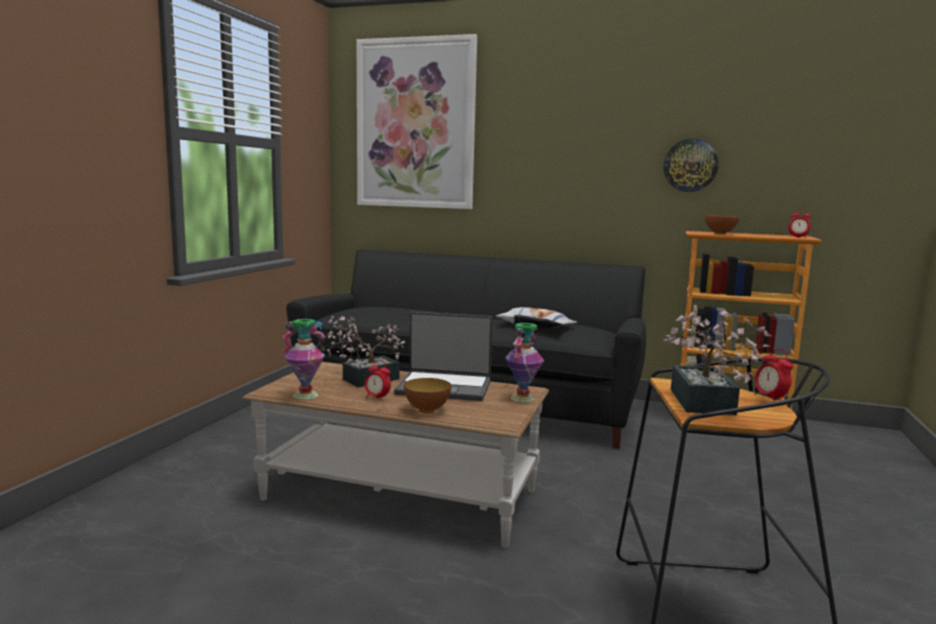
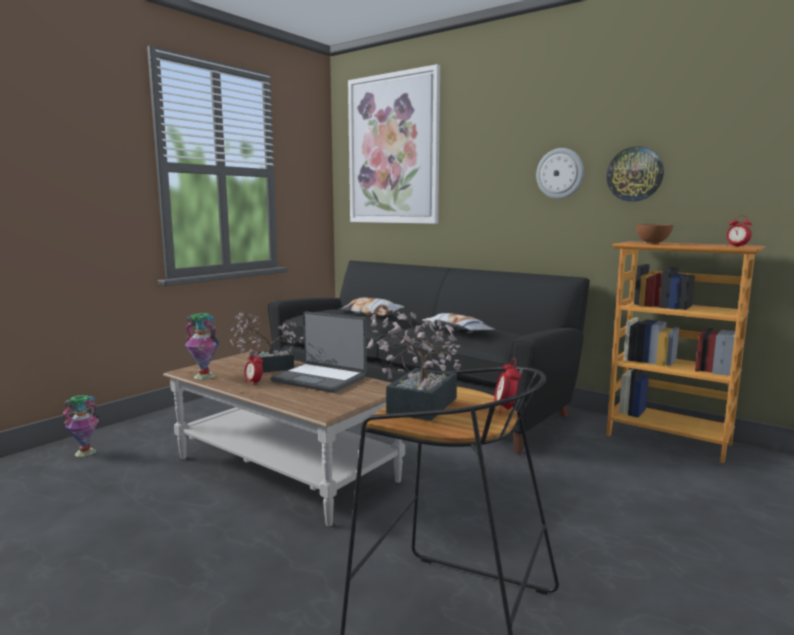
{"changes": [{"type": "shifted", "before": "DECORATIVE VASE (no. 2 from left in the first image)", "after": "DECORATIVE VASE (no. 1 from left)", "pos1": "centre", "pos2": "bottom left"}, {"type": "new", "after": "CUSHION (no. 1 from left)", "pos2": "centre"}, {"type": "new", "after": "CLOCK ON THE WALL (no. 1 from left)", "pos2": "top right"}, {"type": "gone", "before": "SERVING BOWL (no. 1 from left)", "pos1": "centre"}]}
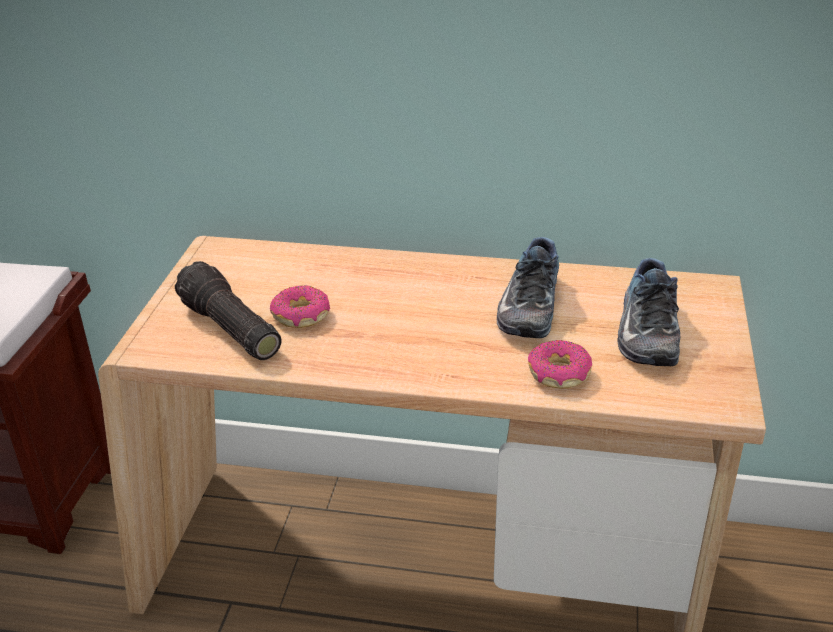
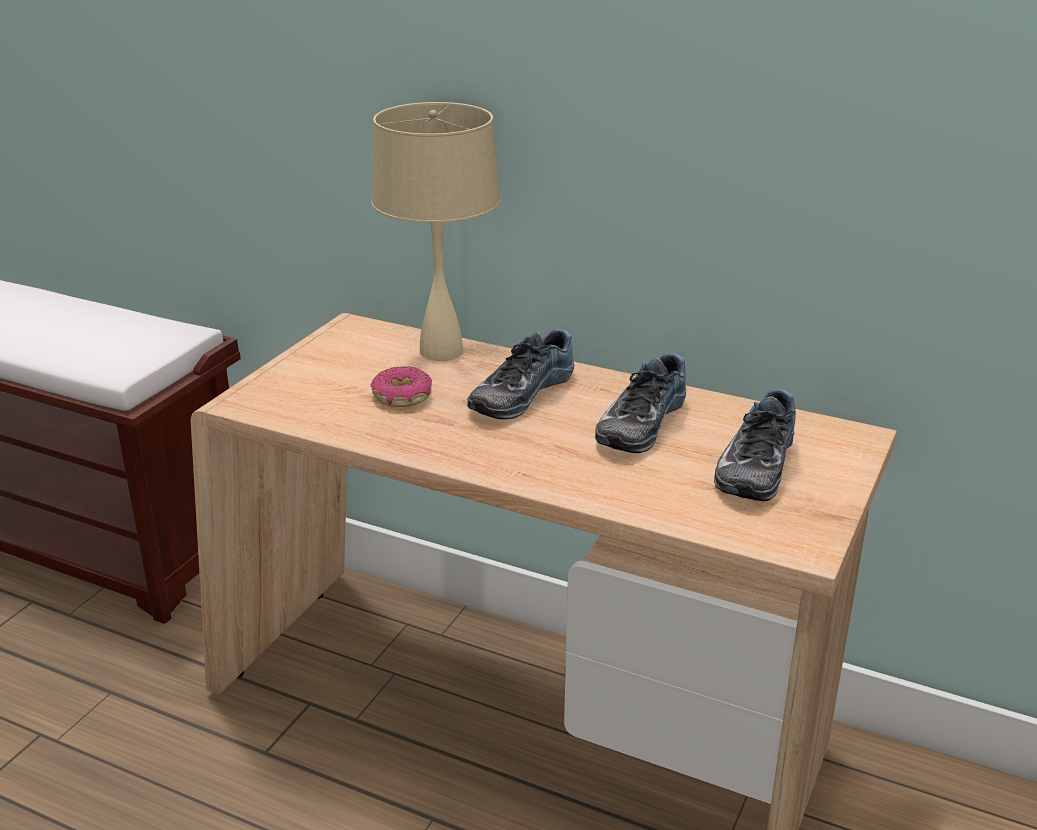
{"changes": [{"type": "new", "after": "SAND-COLOURED LAMP FOR A TABLE", "pos2": "top centre"}, {"type": "new", "after": "SHOE (no. 1 from left)", "pos2": "centre"}, {"type": "gone", "before": "FLASHLIGHT", "pos1": "middle left"}, {"type": "gone", "before": "DONUT (no. 2 from left)", "pos1": "middle right"}]}
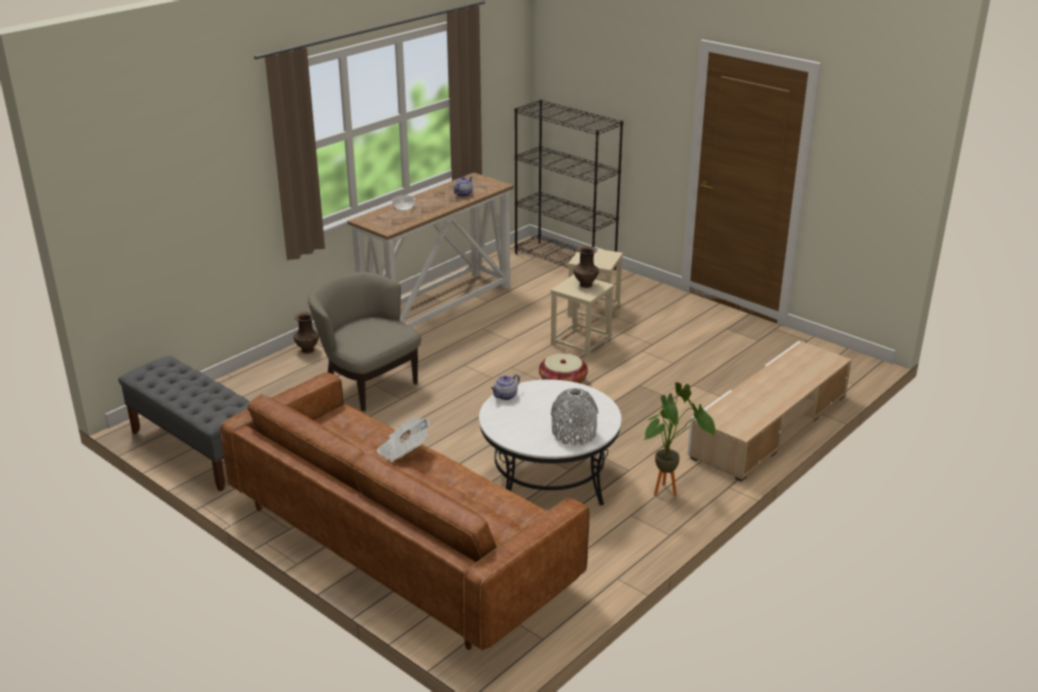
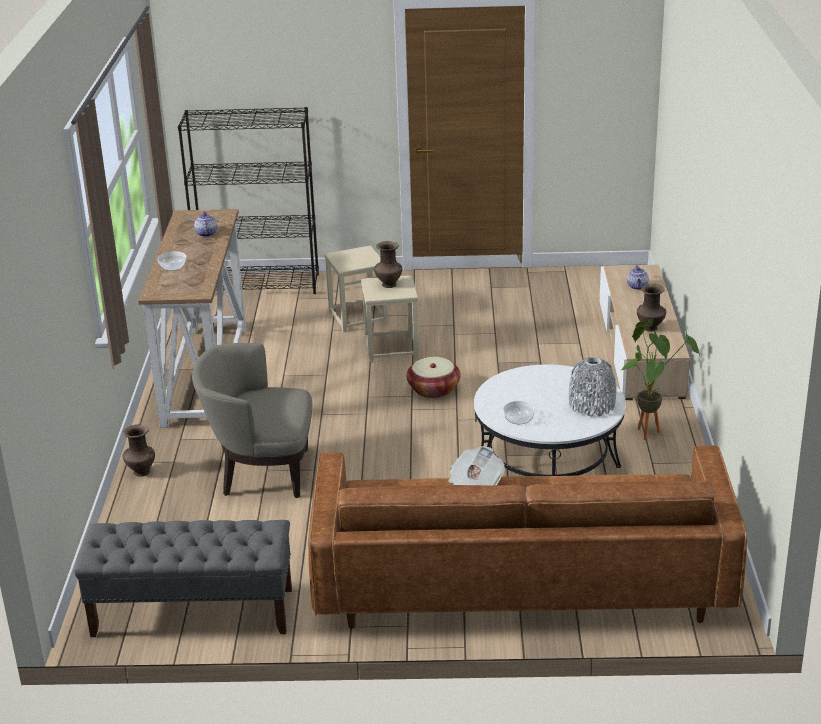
{"changes": [{"type": "new", "after": "SERVING BOWL (no. 2 from left)", "pos2": "centre"}, {"type": "shifted", "before": "POT FOR TEA (no. 2 from left)", "pos1": "centre", "pos2": "middle right"}, {"type": "new", "after": "BROWN DECORATIVE VASE (no. 3 from left)", "pos2": "middle right"}]}
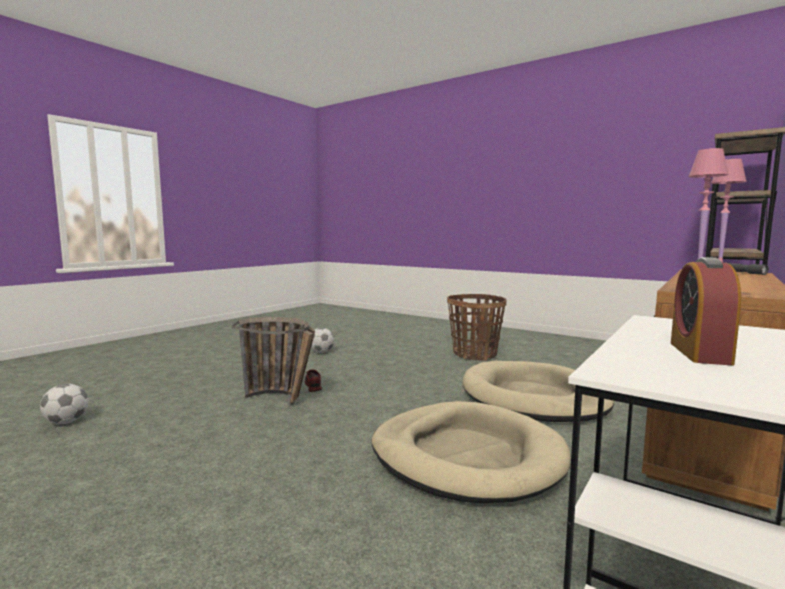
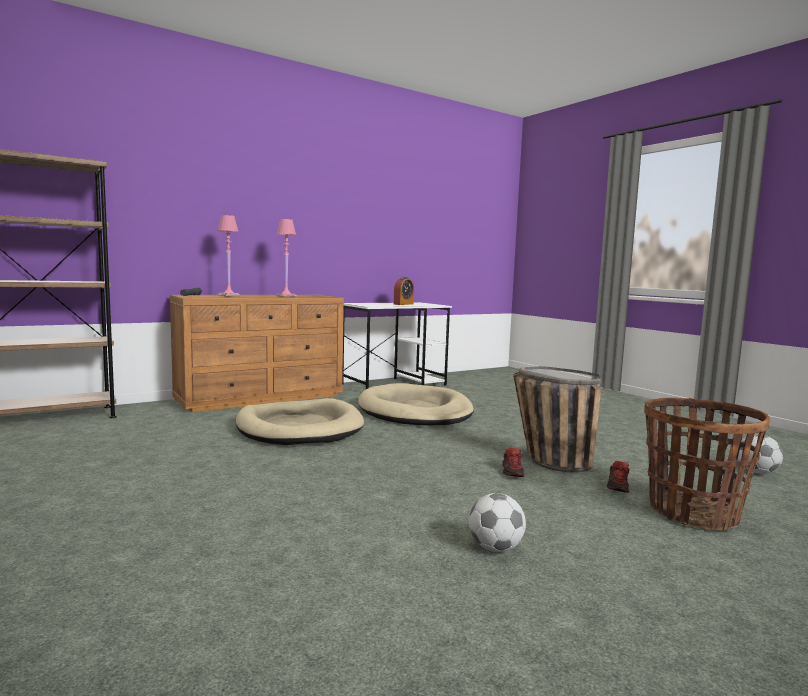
{"changes": [{"type": "new", "after": "SHOE (no. 2 from left)", "pos2": "bottom right"}, {"type": "shifted", "before": "HOUSEHOLD BASKET (no. 2 from left)", "pos1": "centre", "pos2": "bottom right"}]}
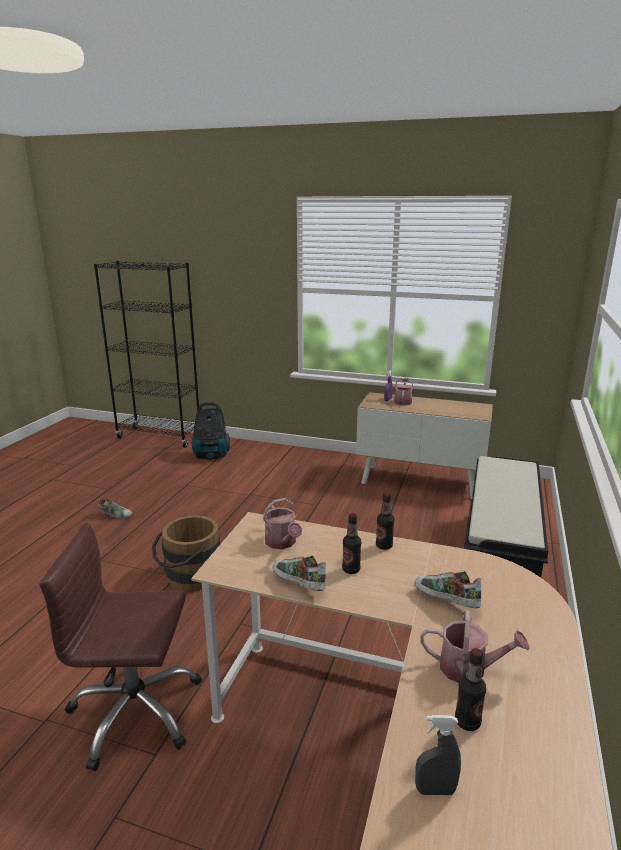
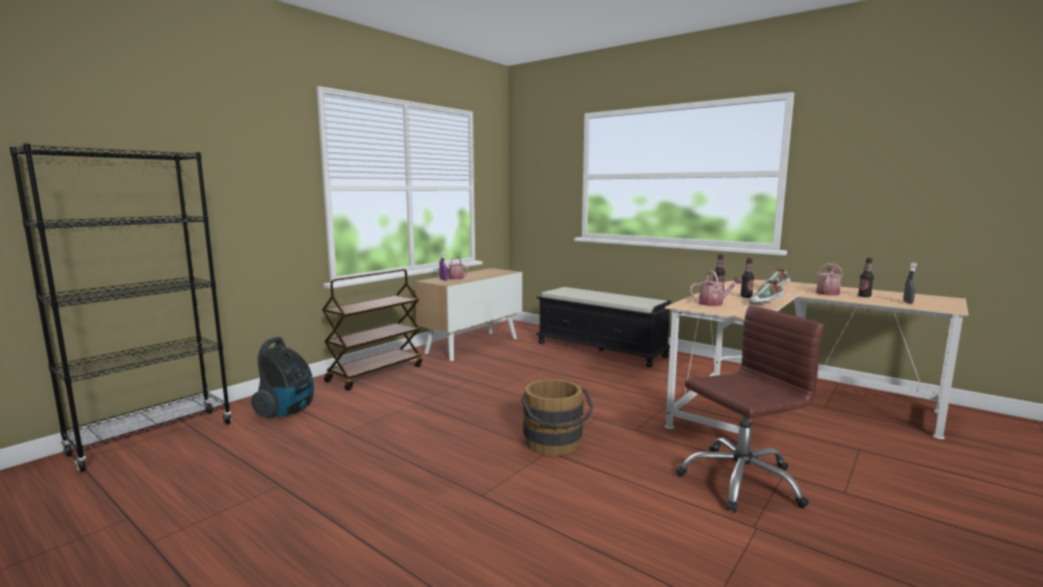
{"changes": [{"type": "new", "after": "BROWN WHEELED CART", "pos2": "centre"}, {"type": "rotated", "before": "BROWN OFFICE CHAIR", "pos1": "bottom left", "pos2": "bottom right", "turn": -135}, {"type": "gone", "before": "SHOE (no. 1 from left)", "pos1": "middle left"}]}
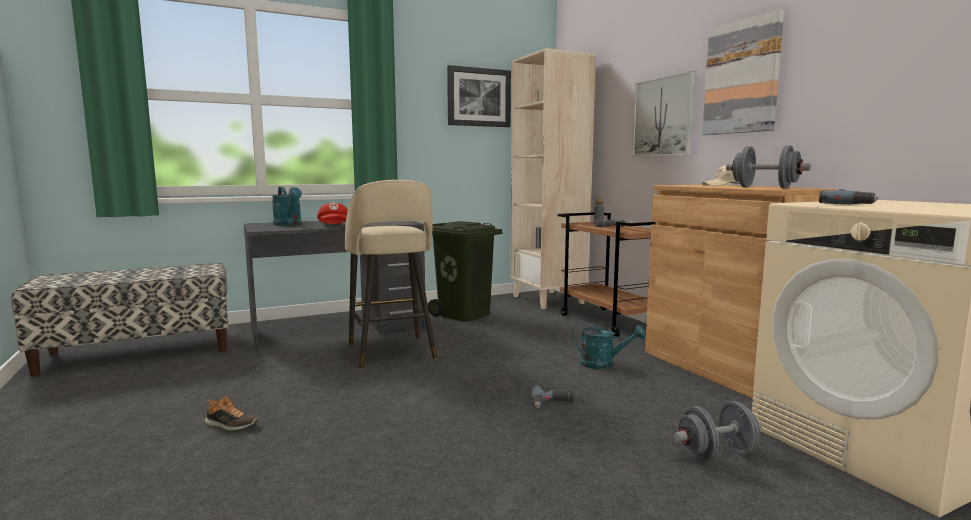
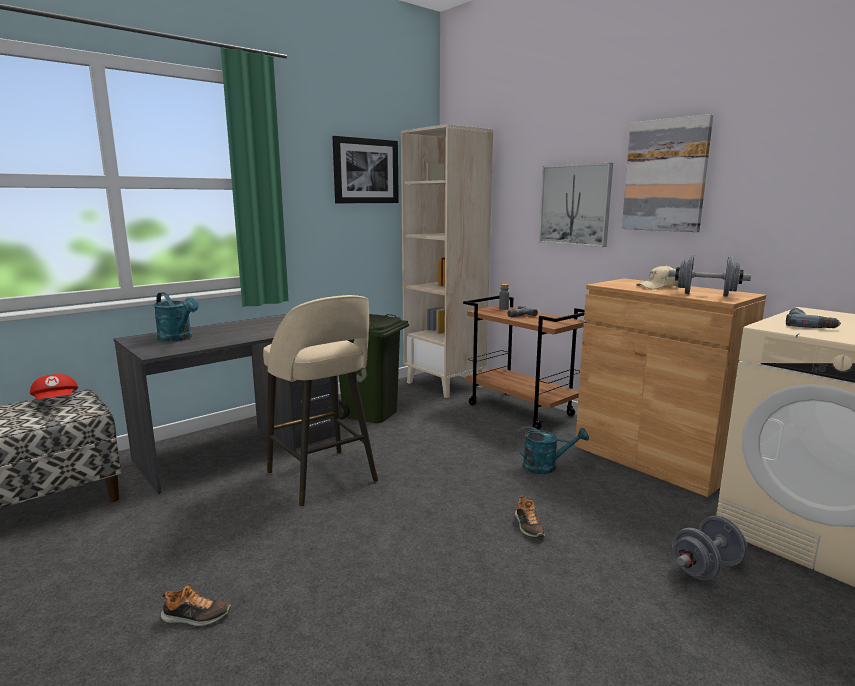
{"changes": [{"type": "shifted", "before": "RED-COLOURED BASEBALL CAP", "pos1": "centre", "pos2": "middle left"}, {"type": "swapped", "before": "POWER DRILL (no. 1 from left)", "after": "SHOE (no. 2 from left)", "pos1": "bottom centre", "pos2": "bottom centre"}]}
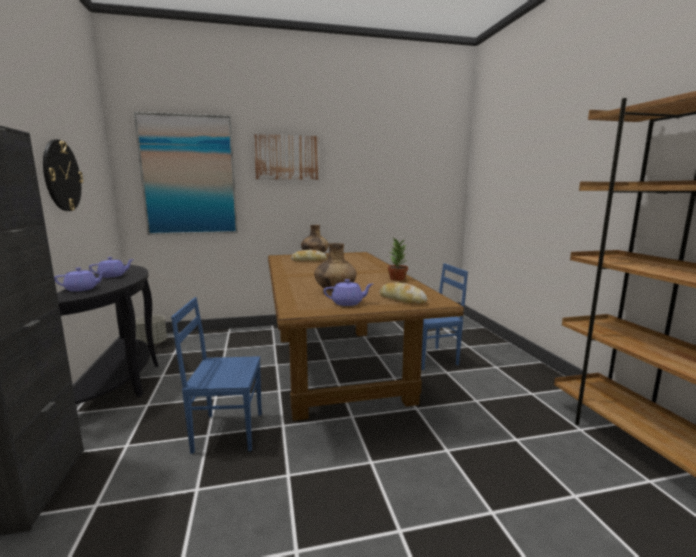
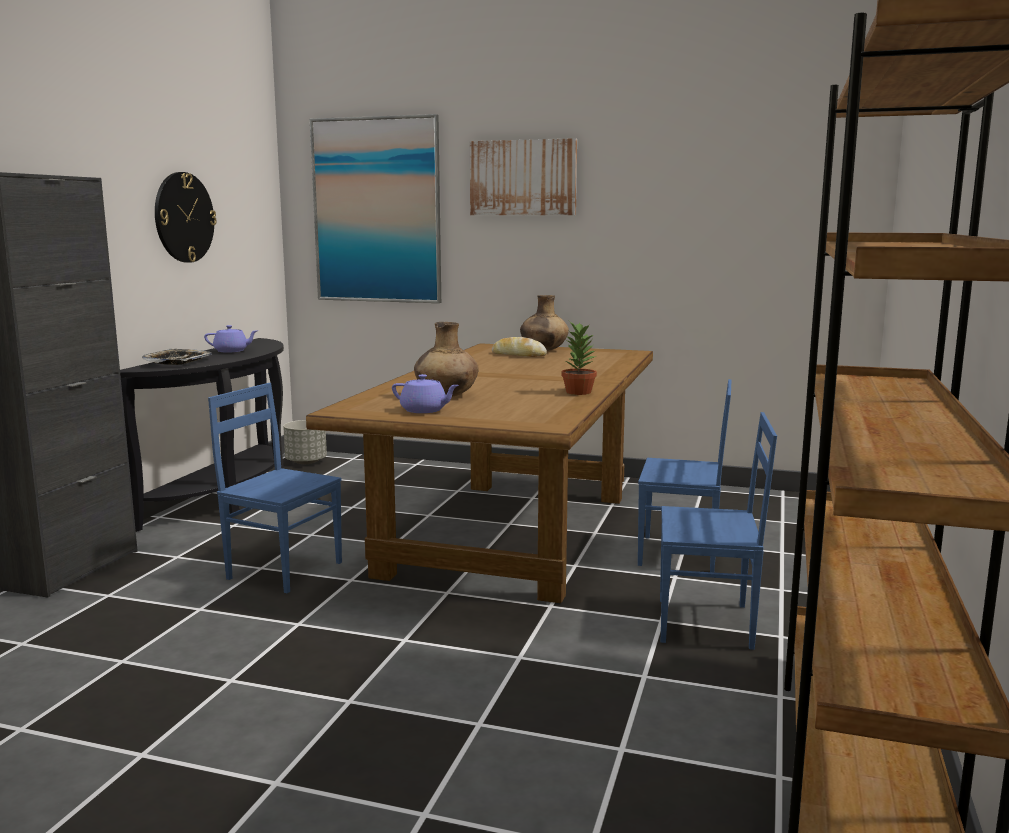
{"changes": [{"type": "swapped", "before": "PURPLISH POT FOR TEA (no. 1 from left)", "after": "CARRYING TRAY", "pos1": "middle left", "pos2": "middle left"}, {"type": "new", "after": "BLUE UPRIGHT CHAIR (no. 3 from left)", "pos2": "middle right"}, {"type": "gone", "before": "BAKERY BREAD (no. 2 from left)", "pos1": "centre"}]}
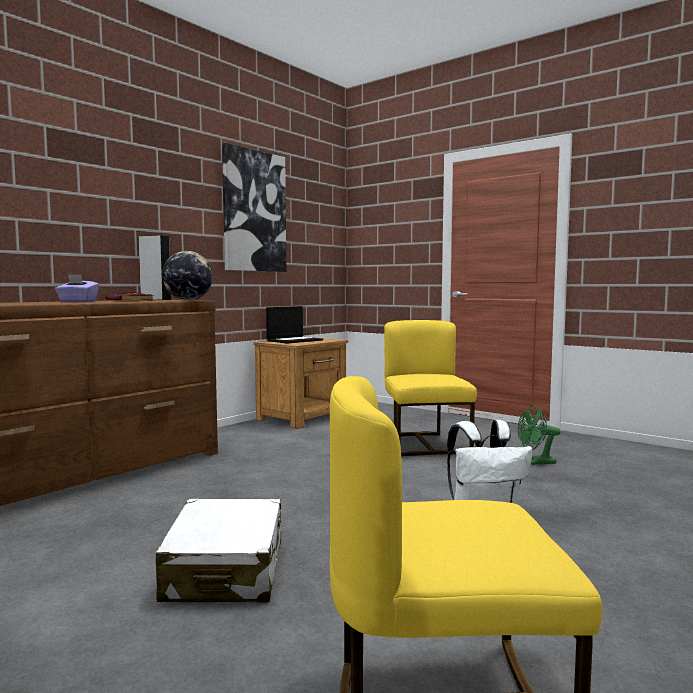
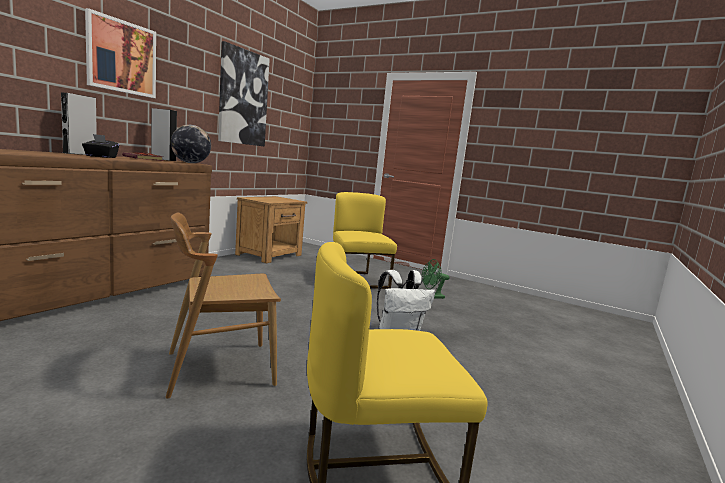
{"changes": [{"type": "new", "after": "GREY SPEAKER (no. 1 from left)", "pos2": "top left"}, {"type": "repainted", "before": "PURPLISH BOX OF TISSUES", "after": "BLACK-COLOURED BOX OF TISSUES", "pos1": "middle left", "pos2": "top left"}, {"type": "new", "after": "WALL ART (no. 1 from left)", "pos2": "top left"}, {"type": "swapped", "before": "WHITISH TRAVEL CASE", "after": "BROWN UPRIGHT CHAIR", "pos1": "bottom left", "pos2": "middle left"}, {"type": "gone", "before": "PORTABLE COMPUTER", "pos1": "centre"}]}
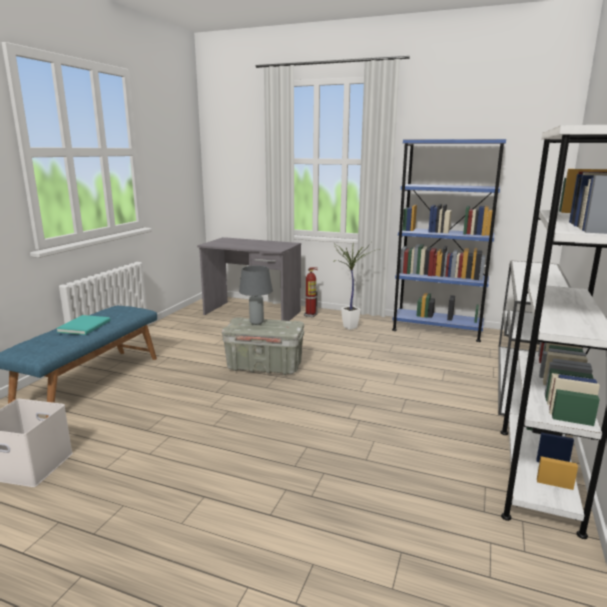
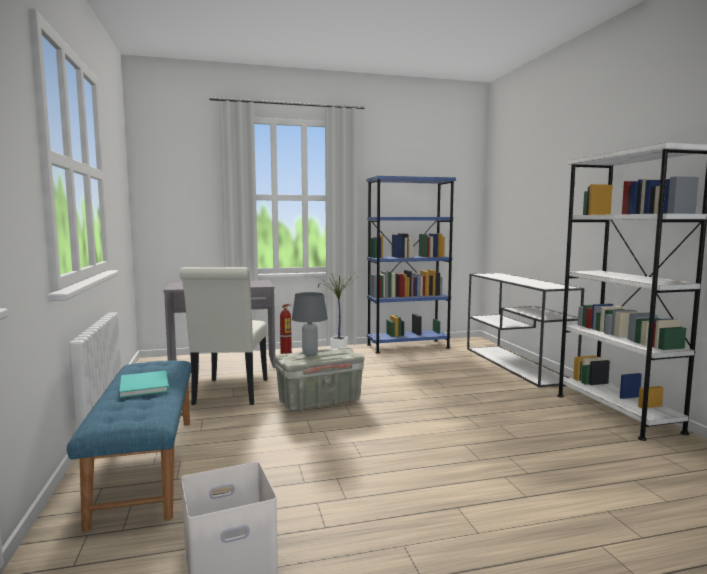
{"changes": [{"type": "new", "after": "WHITISH UPRIGHT CHAIR", "pos2": "middle left"}]}
